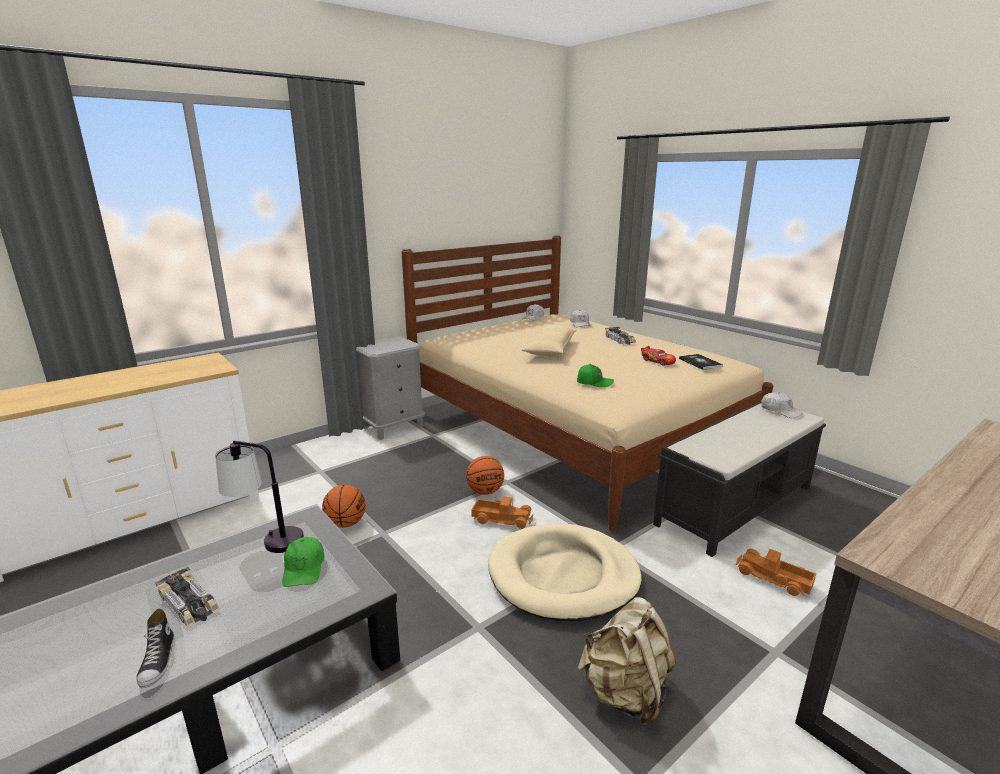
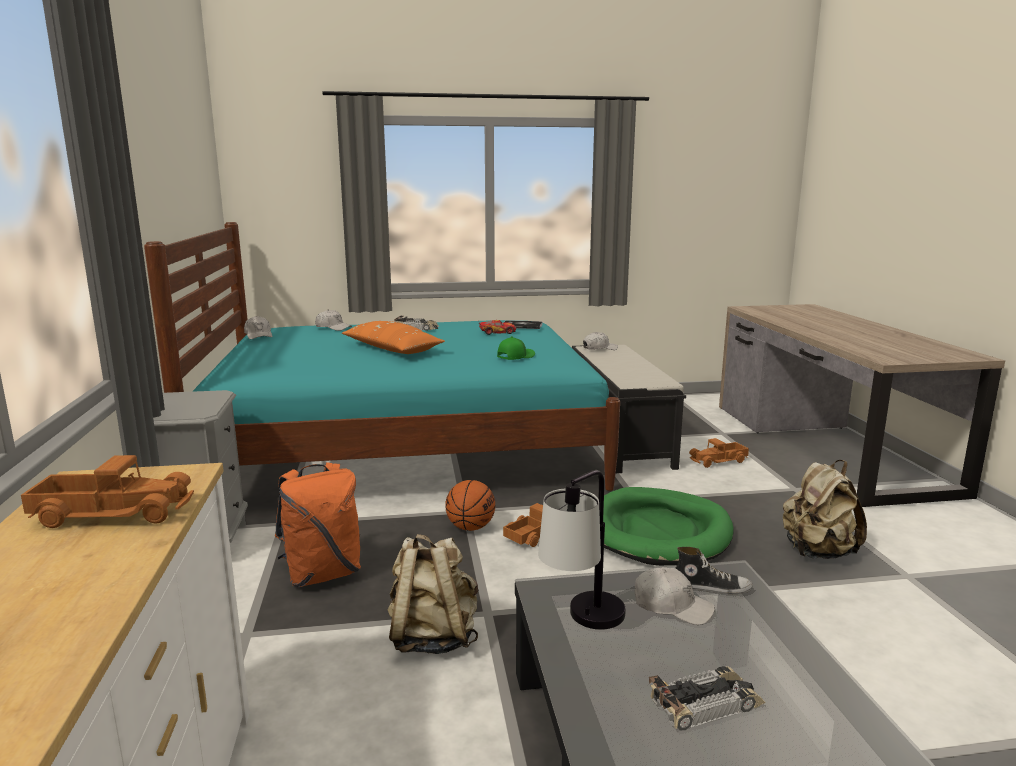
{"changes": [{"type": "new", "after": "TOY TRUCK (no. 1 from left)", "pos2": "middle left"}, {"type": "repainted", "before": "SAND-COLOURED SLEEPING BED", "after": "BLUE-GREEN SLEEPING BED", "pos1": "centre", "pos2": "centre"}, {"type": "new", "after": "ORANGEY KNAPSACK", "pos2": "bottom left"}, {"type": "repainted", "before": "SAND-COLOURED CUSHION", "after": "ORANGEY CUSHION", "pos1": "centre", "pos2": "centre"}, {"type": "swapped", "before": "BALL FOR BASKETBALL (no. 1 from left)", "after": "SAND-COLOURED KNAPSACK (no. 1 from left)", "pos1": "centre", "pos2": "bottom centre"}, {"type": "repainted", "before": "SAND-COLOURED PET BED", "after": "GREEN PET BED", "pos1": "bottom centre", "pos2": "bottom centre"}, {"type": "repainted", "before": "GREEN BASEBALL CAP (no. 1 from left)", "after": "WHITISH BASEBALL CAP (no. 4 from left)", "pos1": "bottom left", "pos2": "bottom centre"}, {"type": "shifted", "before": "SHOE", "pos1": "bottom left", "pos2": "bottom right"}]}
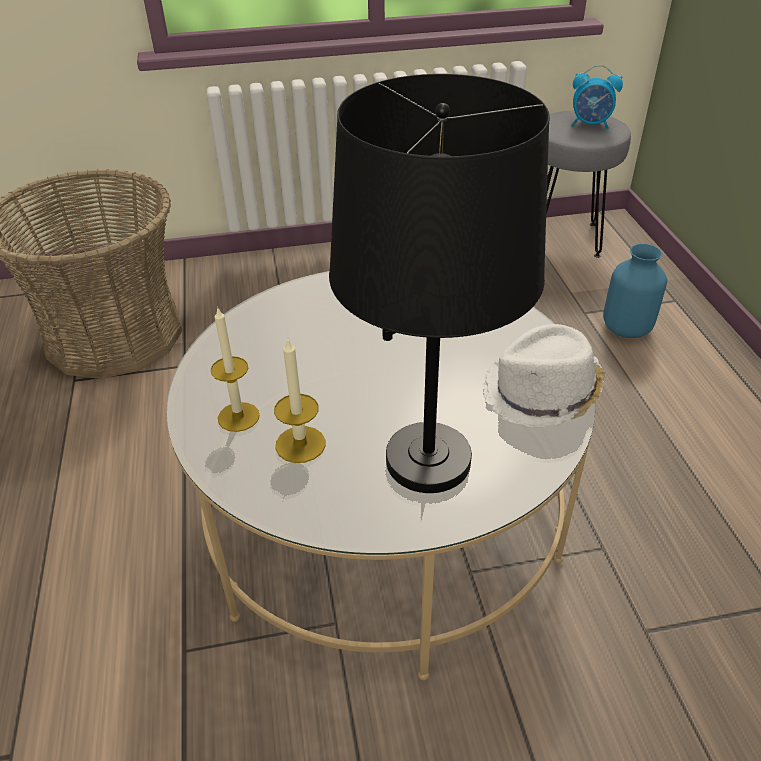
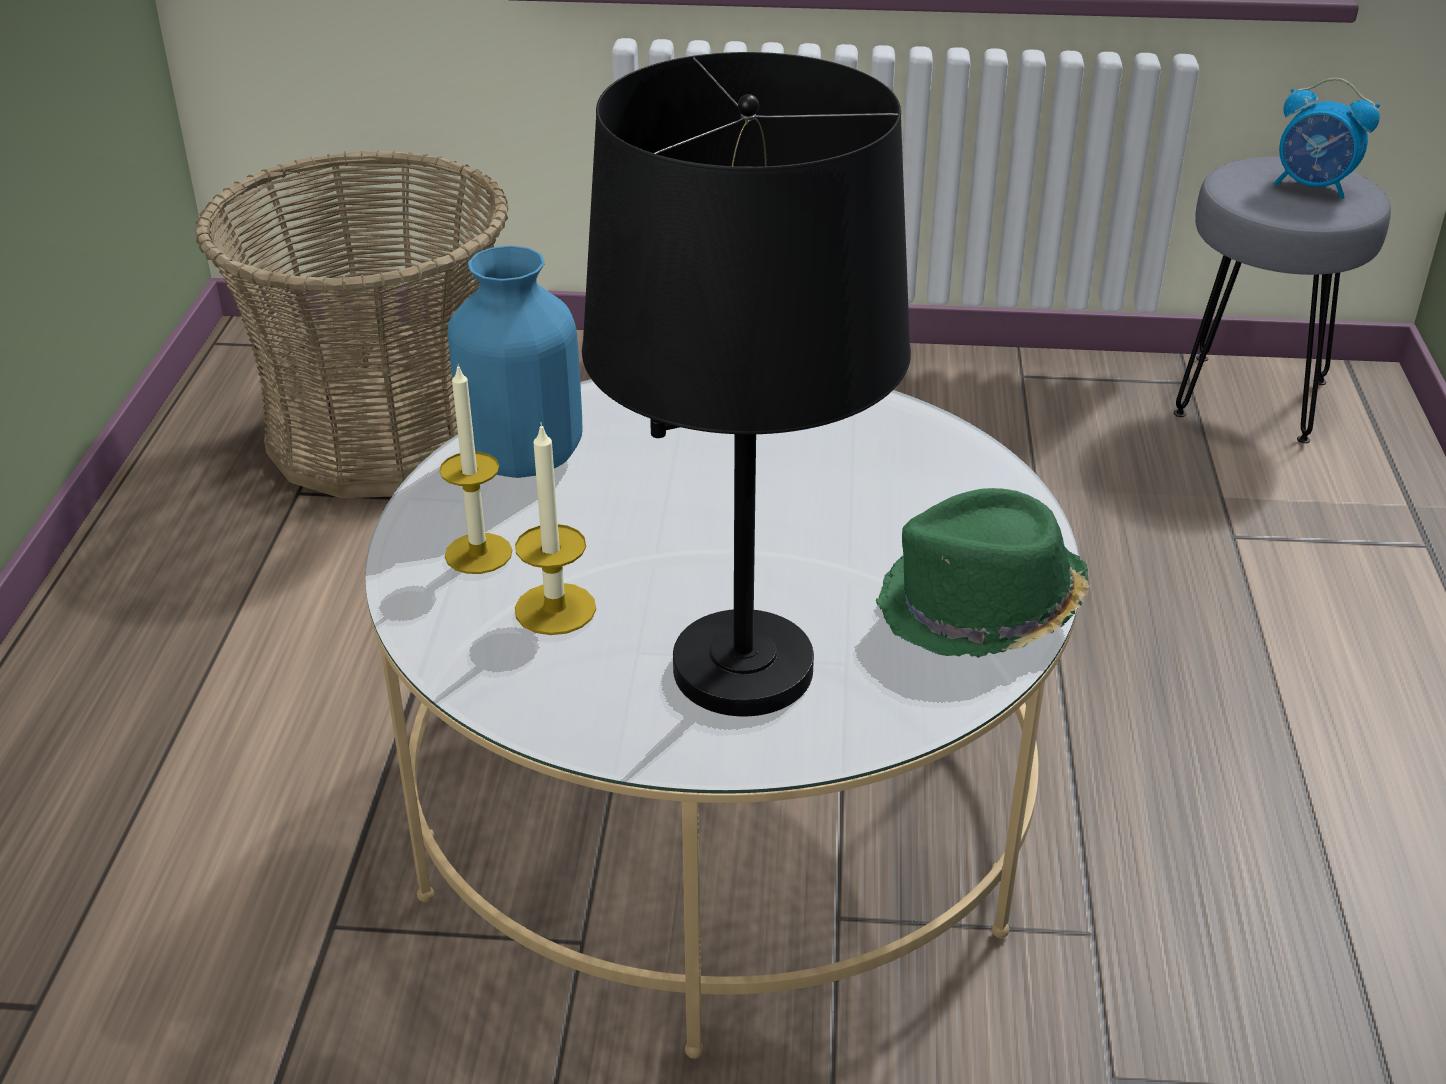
{"changes": [{"type": "shifted", "before": "BLUE DECORATIVE VASE", "pos1": "middle right", "pos2": "top centre"}, {"type": "repainted", "before": "WHITISH HAT", "after": "GREEN HAT", "pos1": "middle right", "pos2": "middle right"}]}
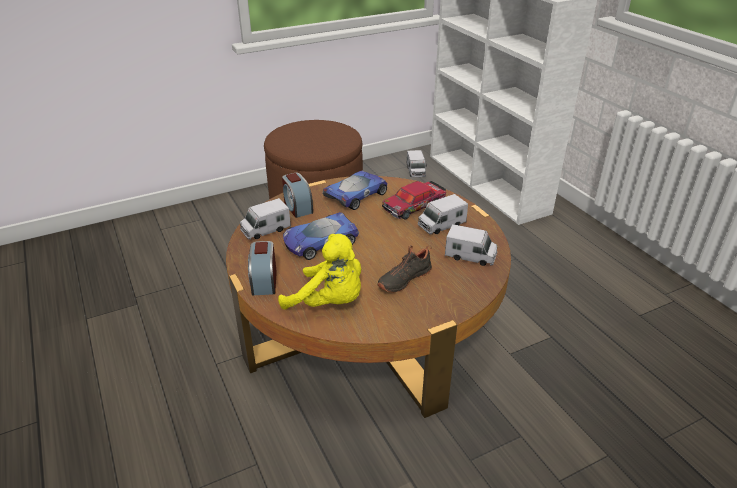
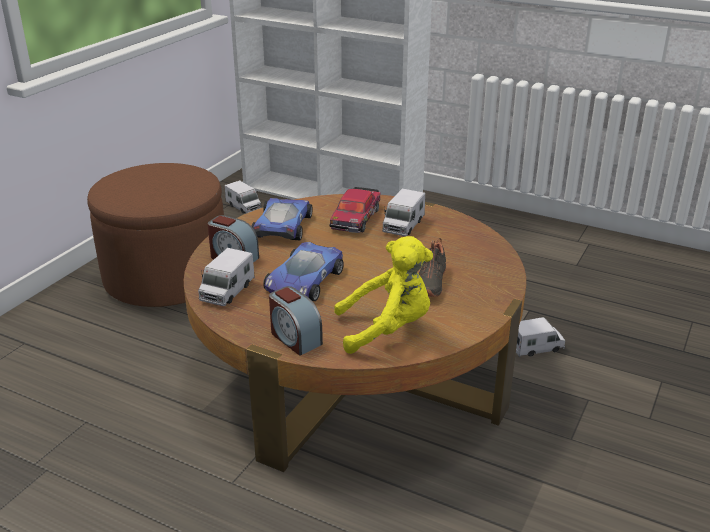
{"changes": [{"type": "shifted", "before": "TOY TRUCK (no. 4 from left)", "pos1": "centre", "pos2": "middle right"}]}
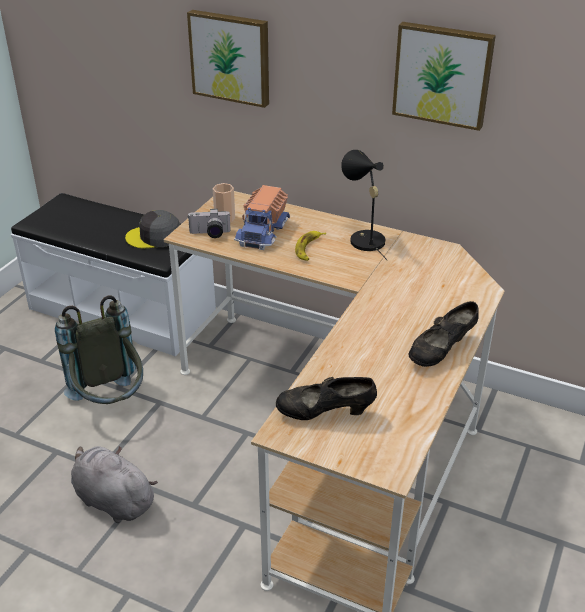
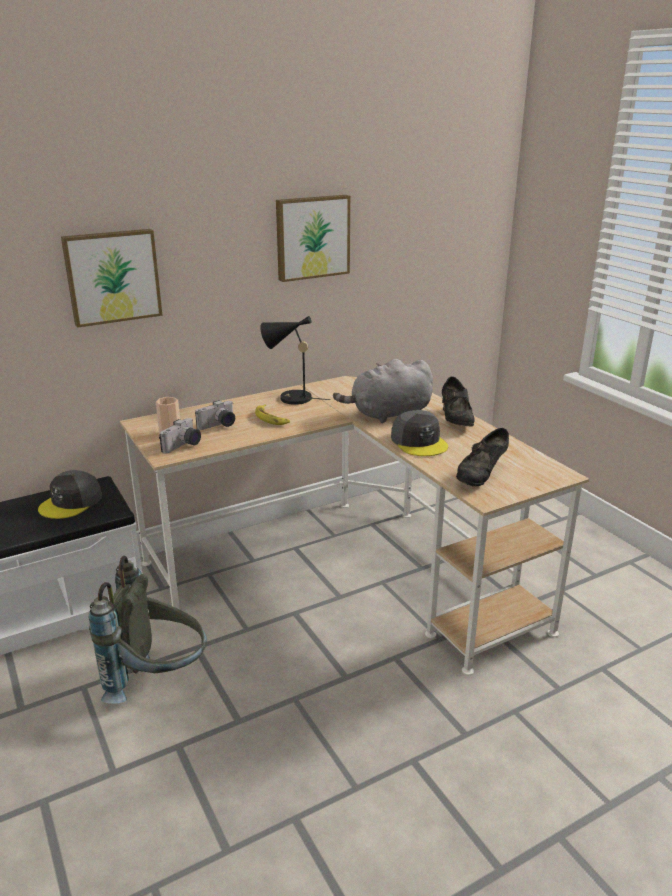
{"changes": [{"type": "swapped", "before": "TOY TRUCK", "after": "PHOTO CAMERA (no. 2 from left)", "pos1": "centre", "pos2": "middle left"}, {"type": "shifted", "before": "GREY CUDDLY TOY", "pos1": "bottom left", "pos2": "centre"}, {"type": "new", "after": "GREY BASEBALL CAP (no. 2 from left)", "pos2": "centre"}]}
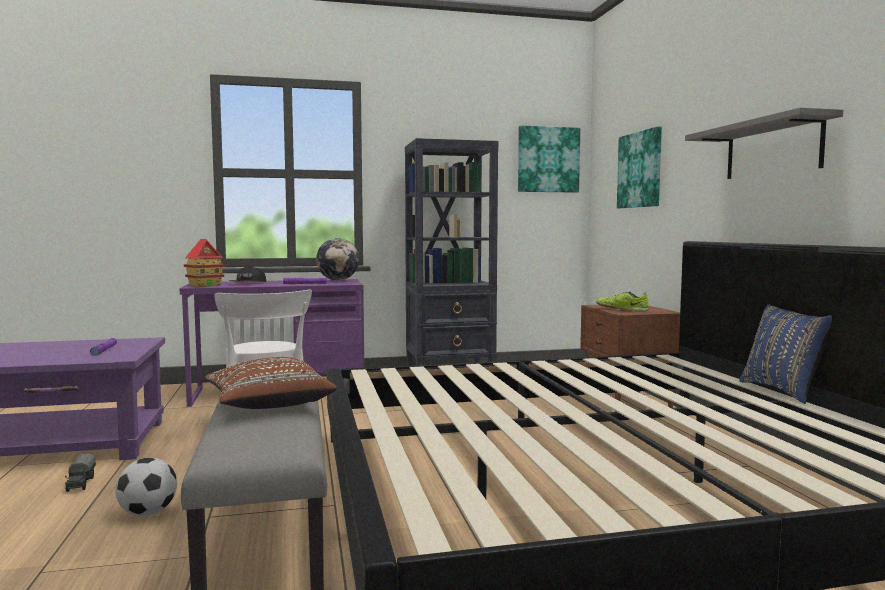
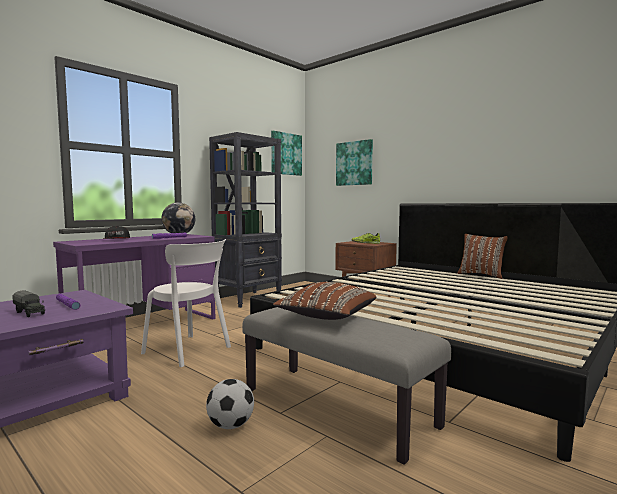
{"changes": [{"type": "shifted", "before": "TOY TRUCK", "pos1": "bottom left", "pos2": "middle left"}, {"type": "repainted", "before": "BLUE CUSHION", "after": "BROWN CUSHION (no. 2 from left)", "pos1": "middle right", "pos2": "middle right"}, {"type": "gone", "before": "MODEL HOUSE", "pos1": "middle left"}, {"type": "gone", "before": "GREY SHELF", "pos1": "top right"}]}
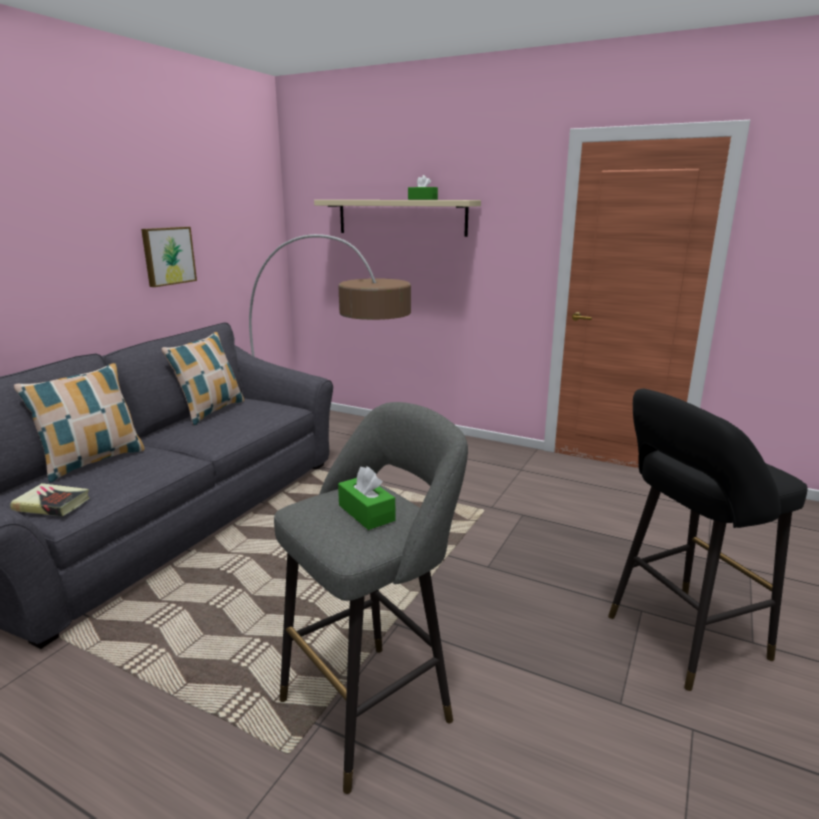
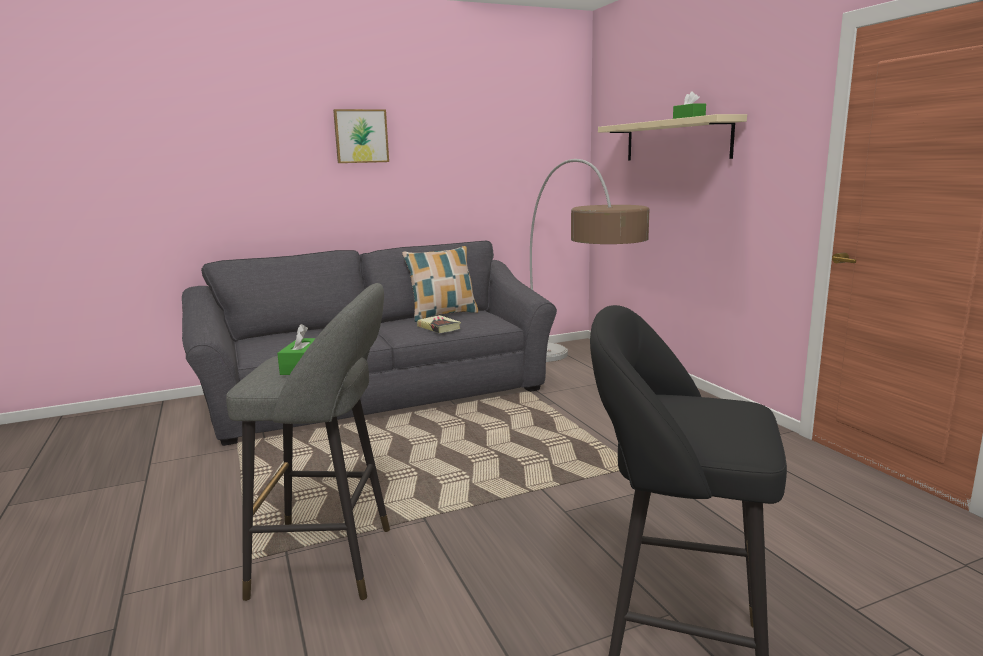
{"changes": [{"type": "shifted", "before": "WALL ART", "pos1": "top left", "pos2": "top centre"}, {"type": "shifted", "before": "BOOK", "pos1": "middle left", "pos2": "centre"}, {"type": "gone", "before": "CUSHION (no. 1 from left)", "pos1": "middle left"}]}
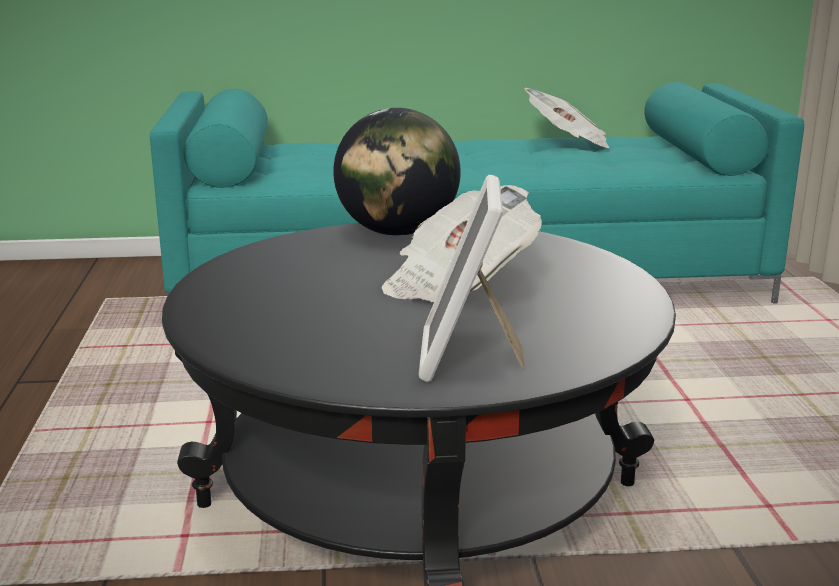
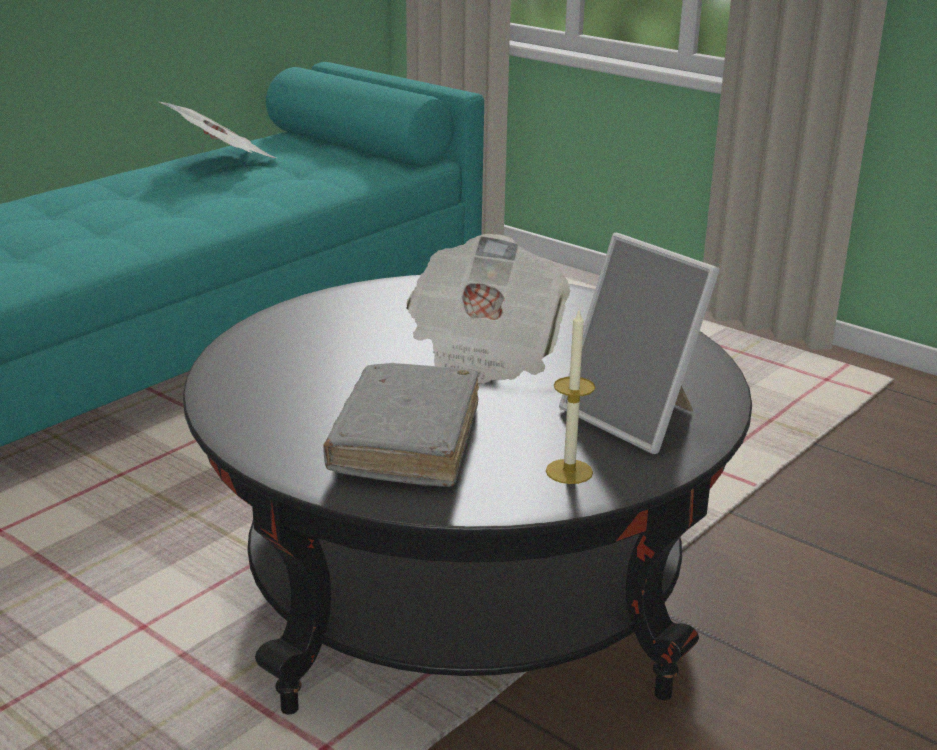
{"changes": [{"type": "new", "after": "GREY BOOK", "pos2": "centre"}, {"type": "new", "after": "WAX CANDLE", "pos2": "centre"}, {"type": "gone", "before": "DESK GLOBE", "pos1": "top centre"}]}
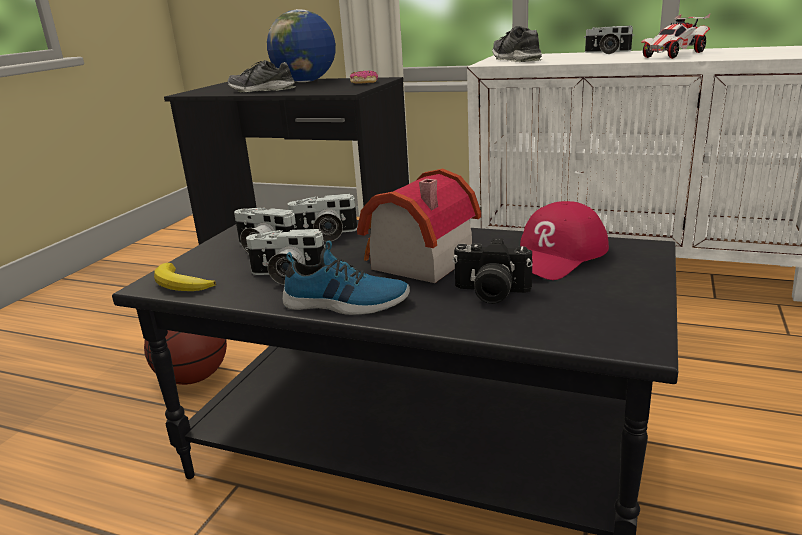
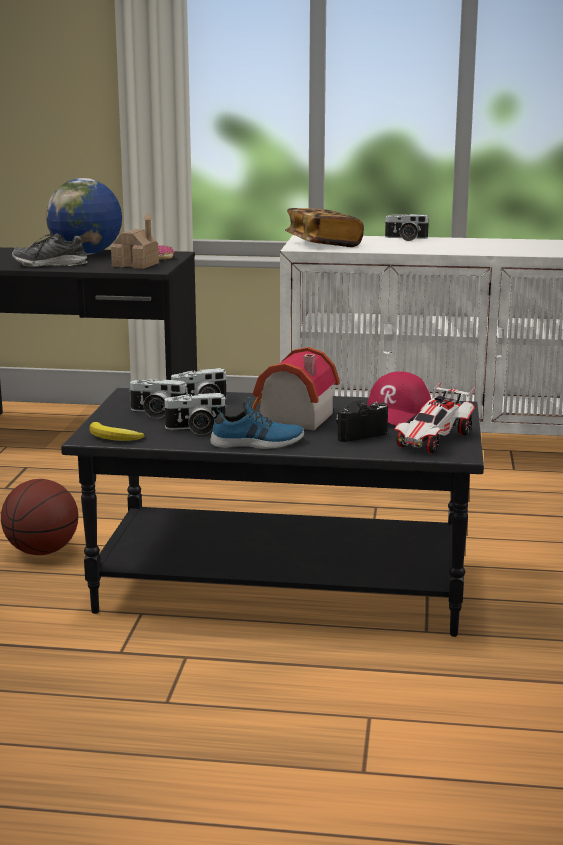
{"changes": [{"type": "new", "after": "MODEL HOUSE (no. 1 from left)", "pos2": "top left"}, {"type": "swapped", "before": "SHOE (no. 3 from left)", "after": "BOOK", "pos1": "top centre", "pos2": "top centre"}, {"type": "rotated", "before": "PHOTO CAMERA (no. 4 from left)", "pos1": "centre", "pos2": "centre", "turn": 150}, {"type": "shifted", "before": "TOY CAR", "pos1": "top right", "pos2": "middle right"}]}
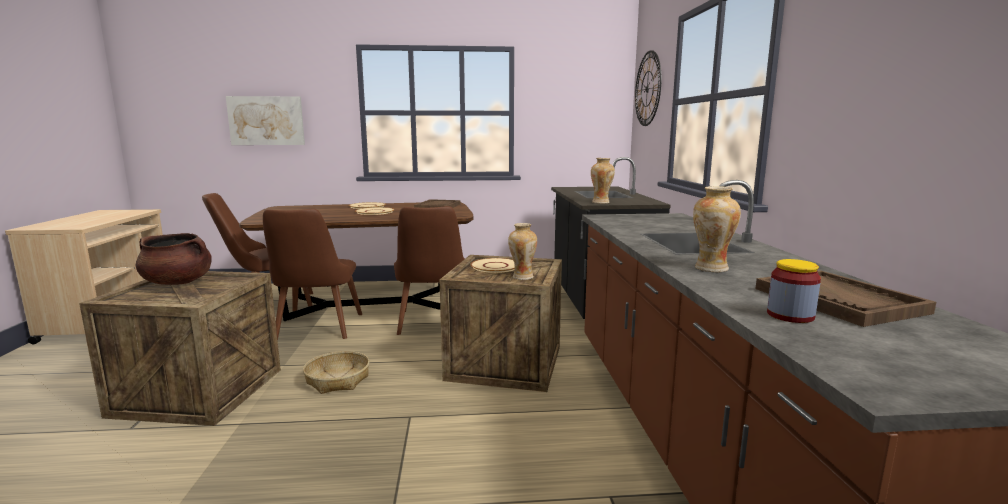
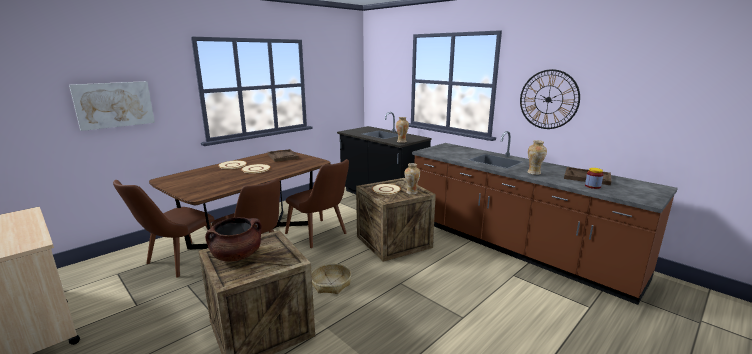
{"changes": [{"type": "shifted", "before": "CLOCK ON THE WALL", "pos1": "top centre", "pos2": "top right"}]}
